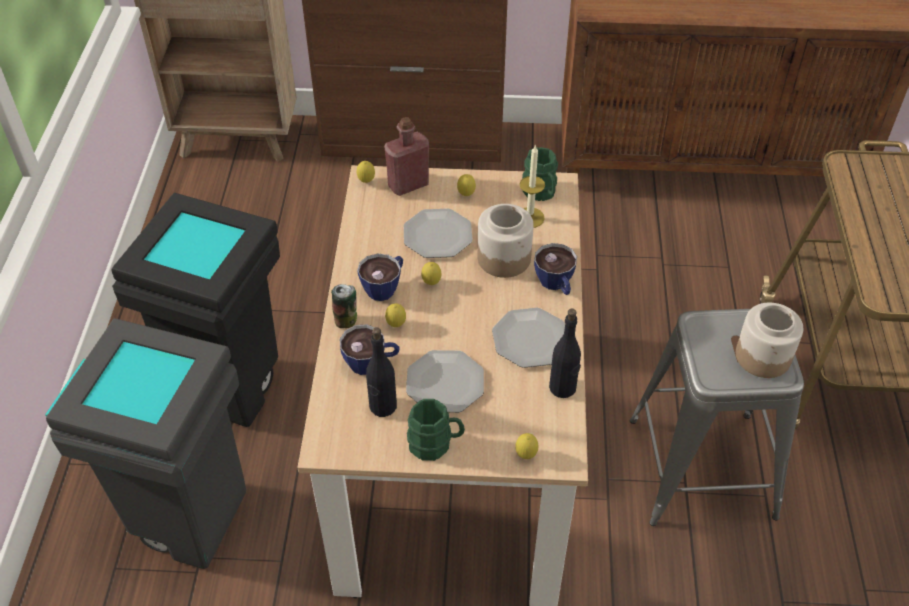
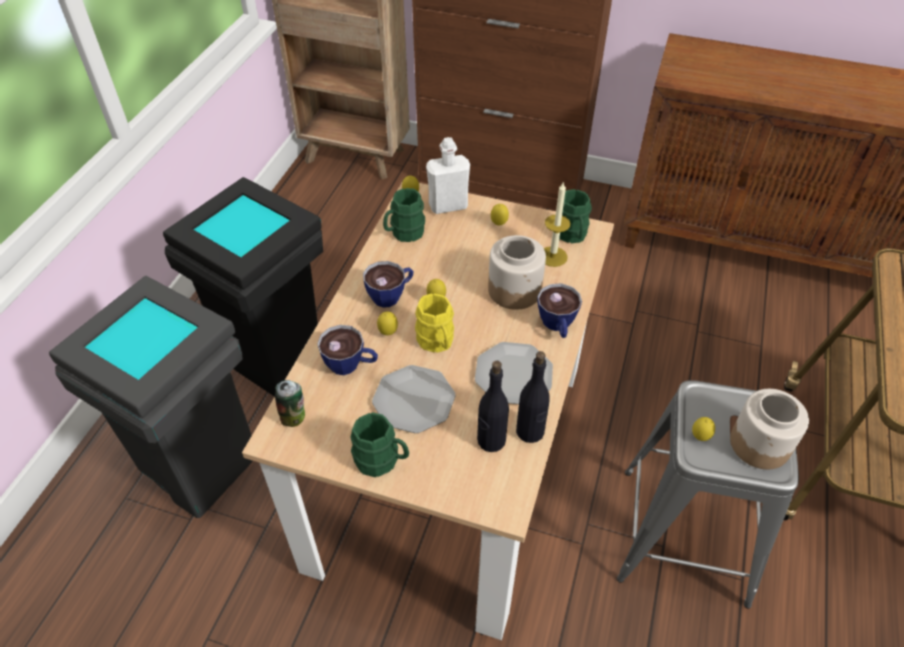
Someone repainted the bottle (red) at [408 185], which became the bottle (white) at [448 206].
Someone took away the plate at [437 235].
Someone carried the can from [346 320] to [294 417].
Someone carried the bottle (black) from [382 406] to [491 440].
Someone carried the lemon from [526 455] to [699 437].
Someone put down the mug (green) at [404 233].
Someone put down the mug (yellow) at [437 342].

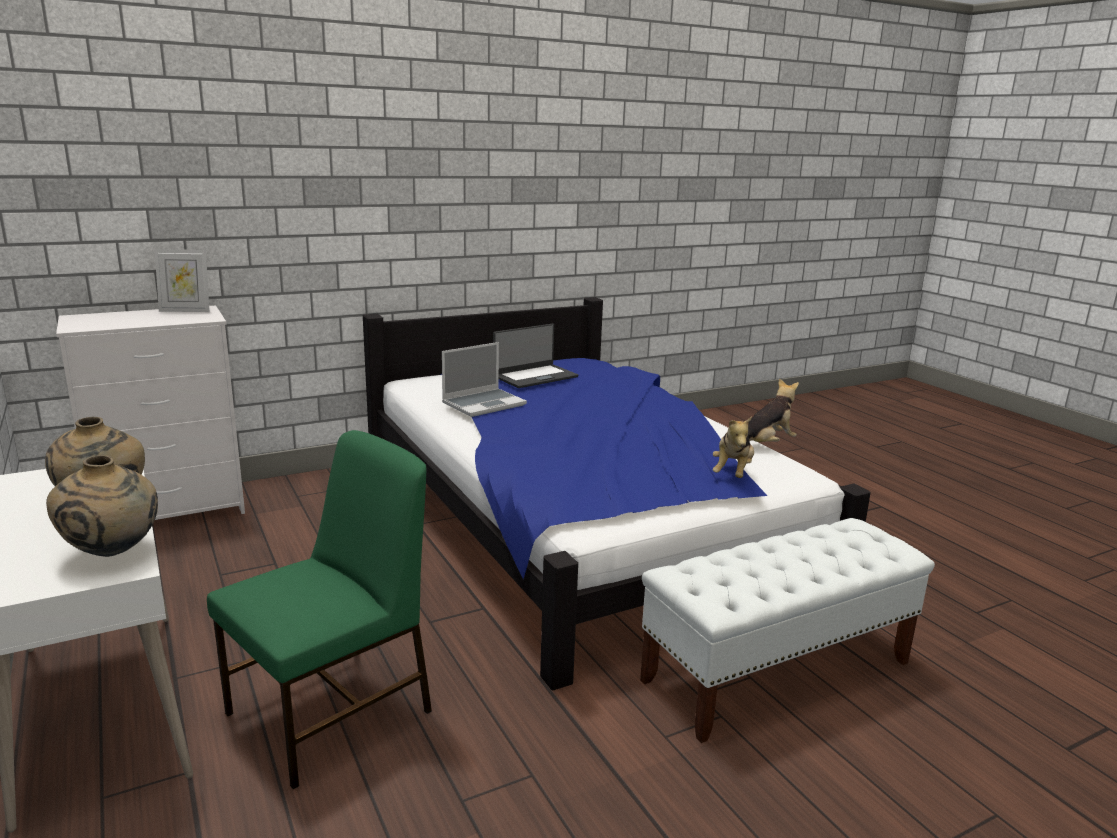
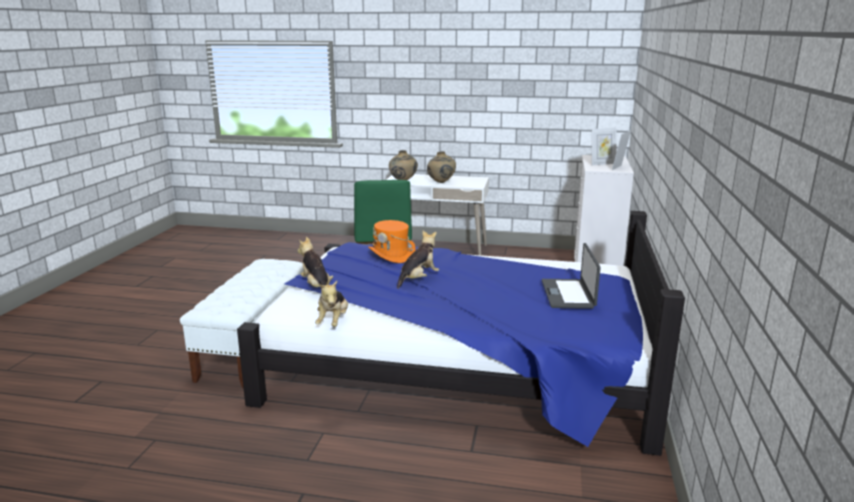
Someone took away the laptop at [484 404].
Someone put down the picture frame at [602 163].
Someone put down the hat (orange) at [392 254].
Someone put down the plush toy at [418 279].

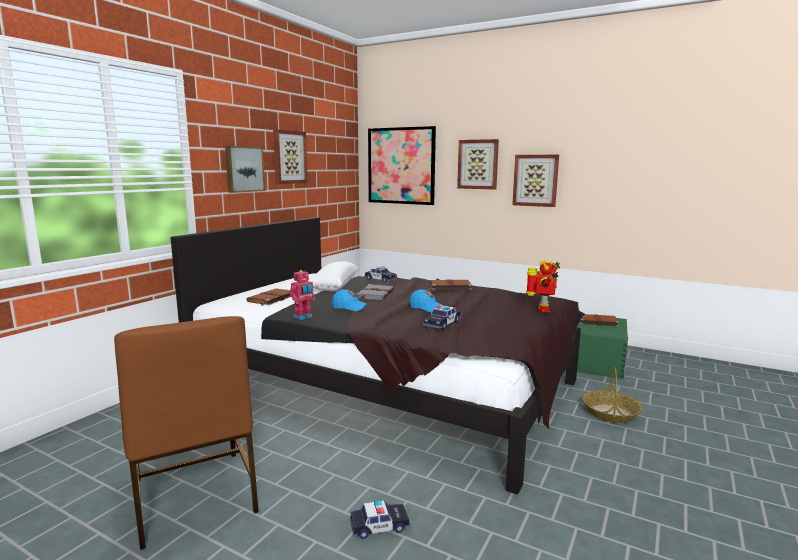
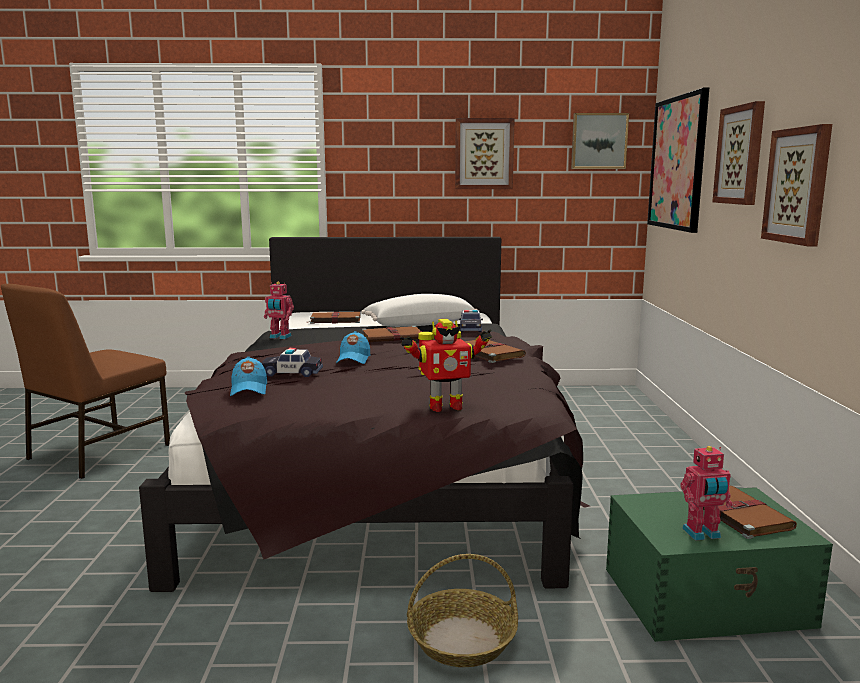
Someone carried the picture from [244 169] to [598 141].
Someone repainted the book (grey) at [375 294], which became the book (brown) at [394 337].
Someone carried the cap (blue) from [349 308] to [249 390].
Someone took away the toy car at [379 526].
Someone put down the toy robot at [702 534].

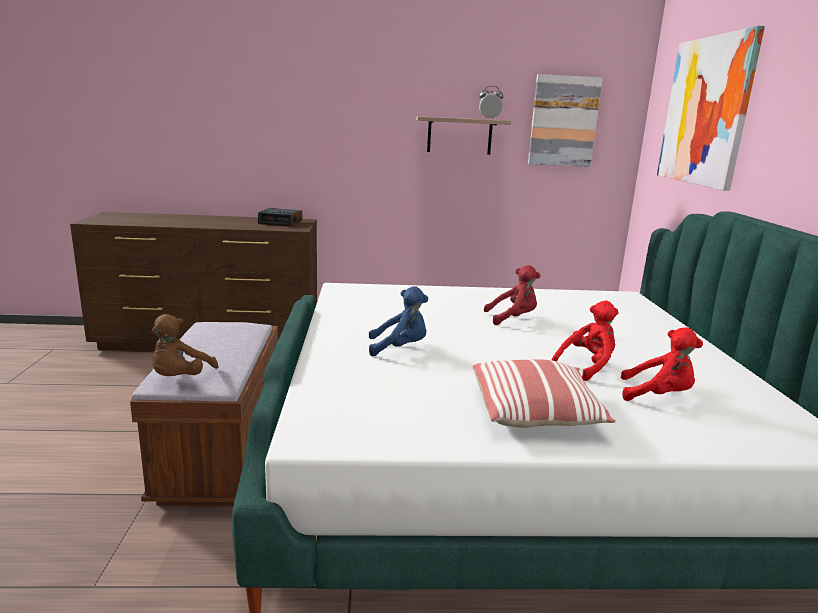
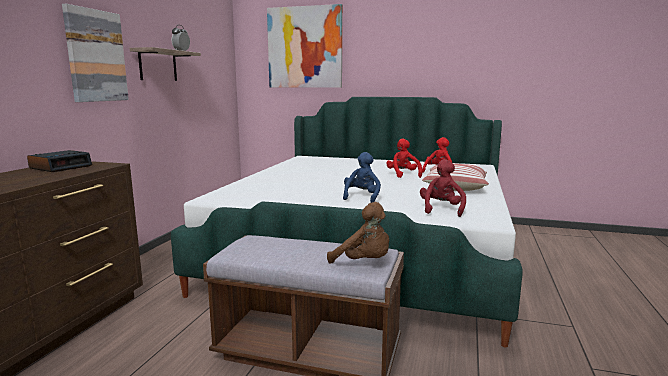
Someone carried the picture from [563 121] to [96 56].
Someone carried the plush toy (red) from [513 318] to [441 209].

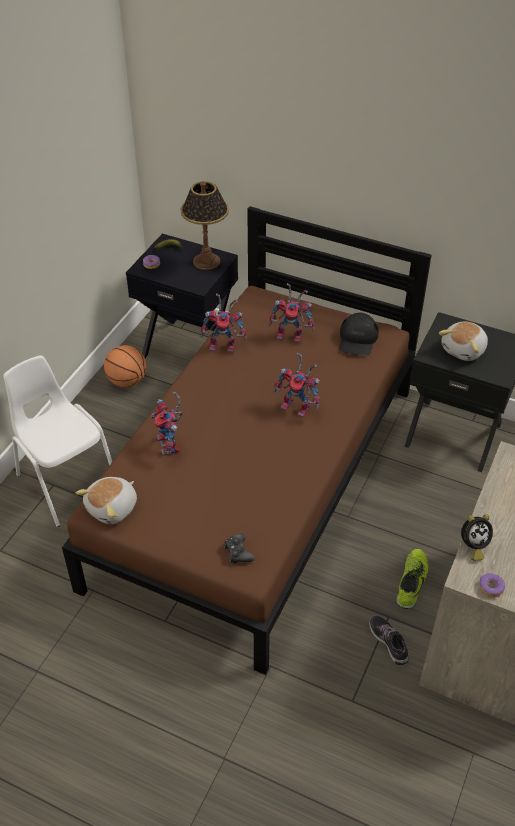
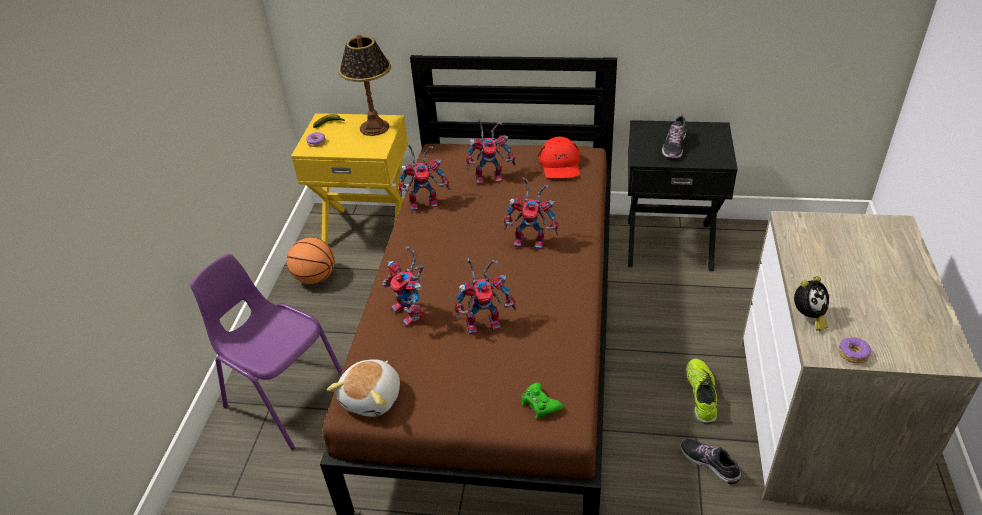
Someone repainted the nightstand (black) at [189 347], which became the nightstand (yellow) at [368 230].
Someone repainted the cap (black) at [357 339], which became the cap (red) at [560 164].
Someone swapped the plush toy at [464 350] for the shoe at [674 146].
Someone repainted the chair (white) at [67 482], which became the chair (purple) at [286 397].
Someone repainted the game controller (black) at [238 552], which became the game controller (green) at [540 404].
Someone put down the toy robot at [485 322].

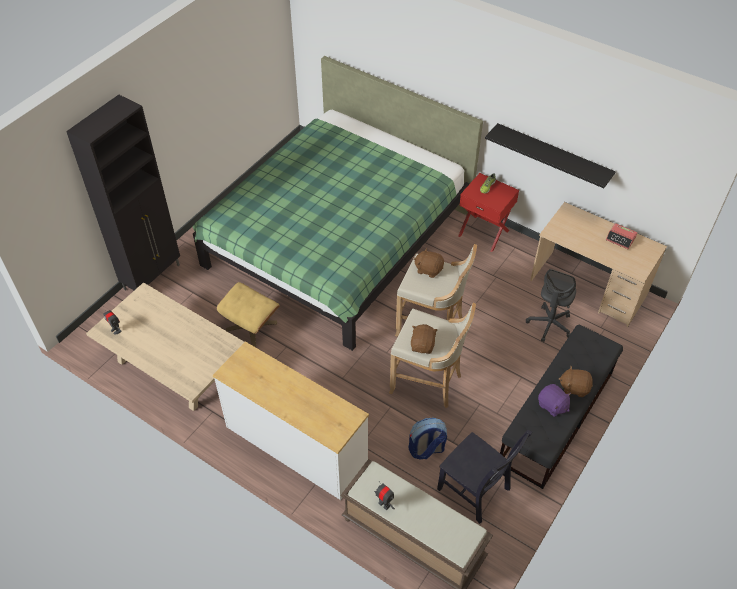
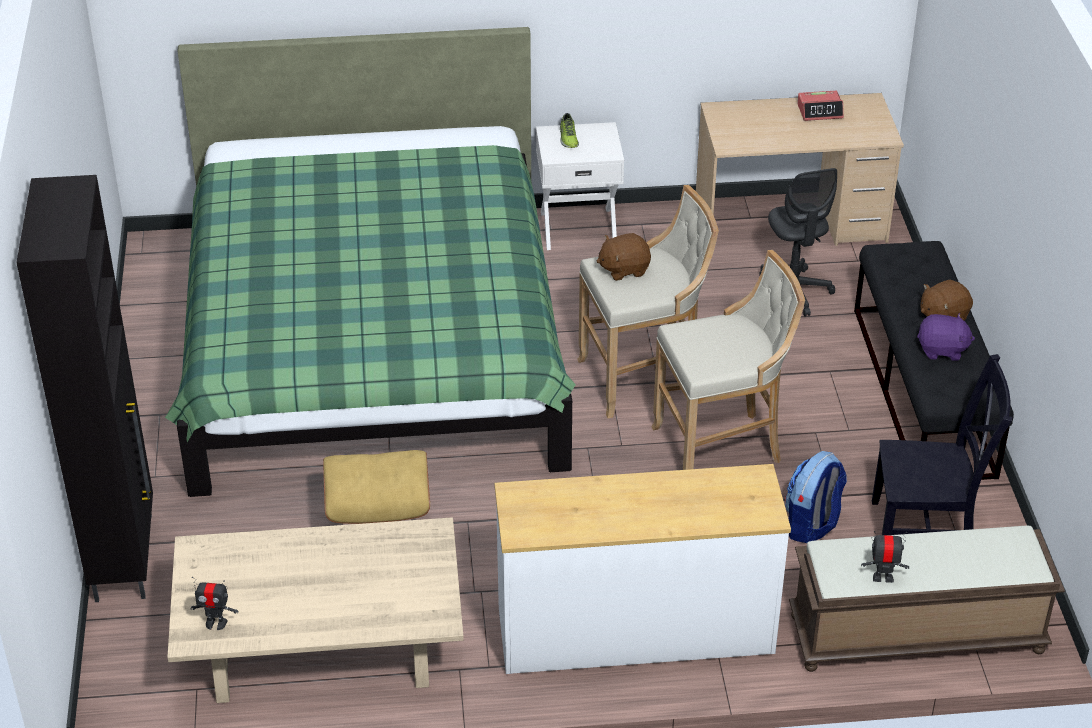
Someone took away the shelf (black) at [552 155].
Someone repainted the nightstand (red) at [484 232], which became the nightstand (white) at [578 227].
Someone took away the plush toy (brown) at [423 345].

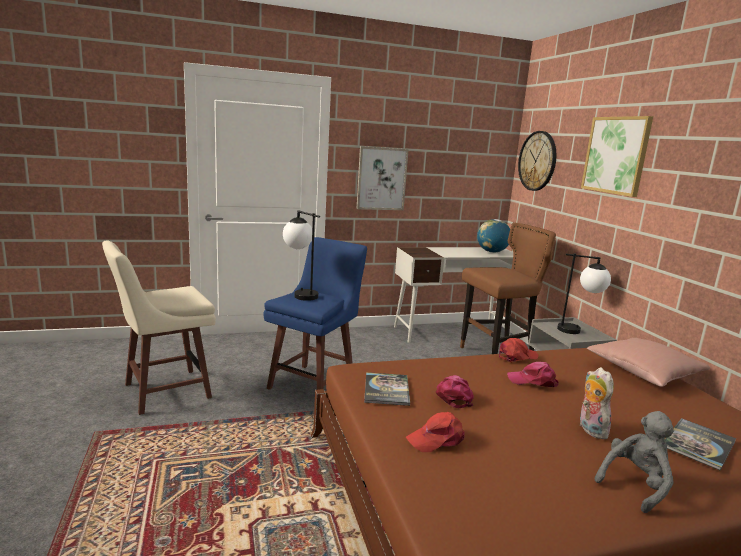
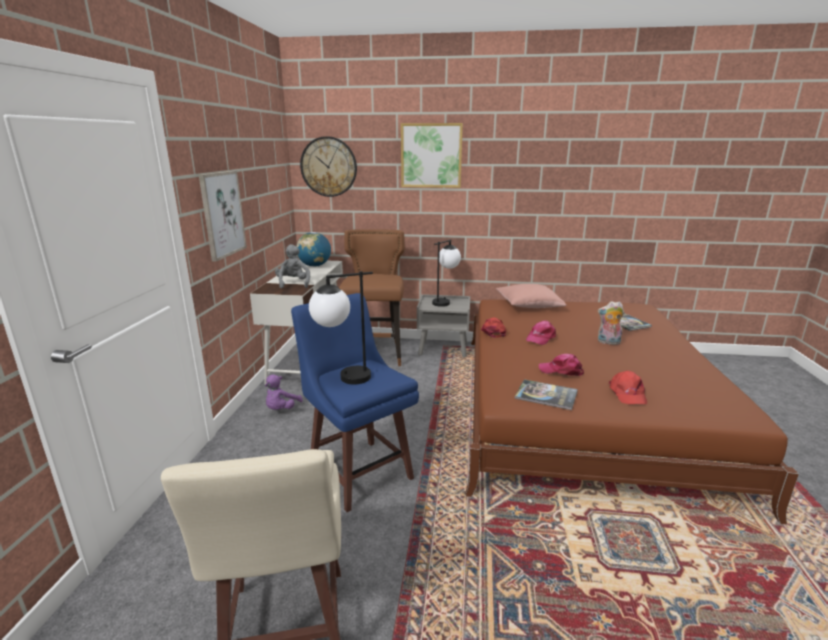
Someone carried the plush toy (grey) from [635 485] to [293 284].
Someone put down the plush toy (purple) at [281 409].

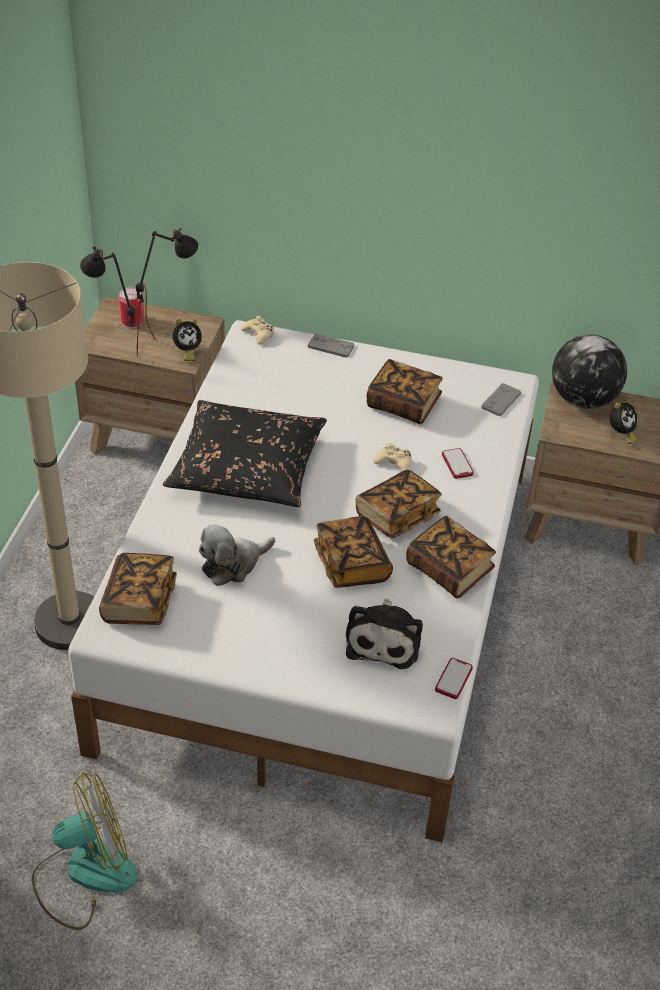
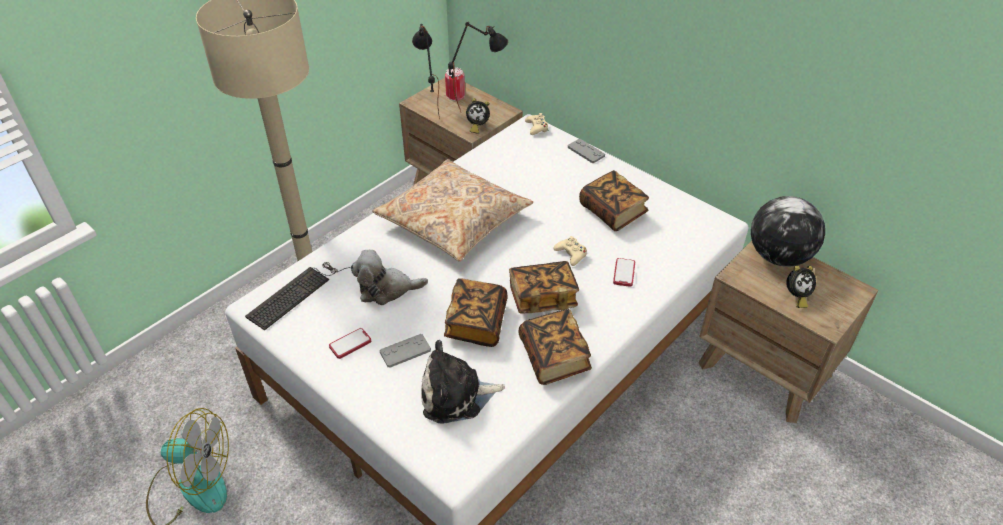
Someone carried the game controller (grey) from [501 400] to [405 351].
Someone repainted the pillow (black) at [247 467], which became the pillow (beige) at [453 220].
Someone swapped the book at [139 602] for the keyboard at [298 292].
Someone rotated the plush toy at [384 639] by 45 degrees clockwise.
Someone carried the phone from [453 679] to [350 344].

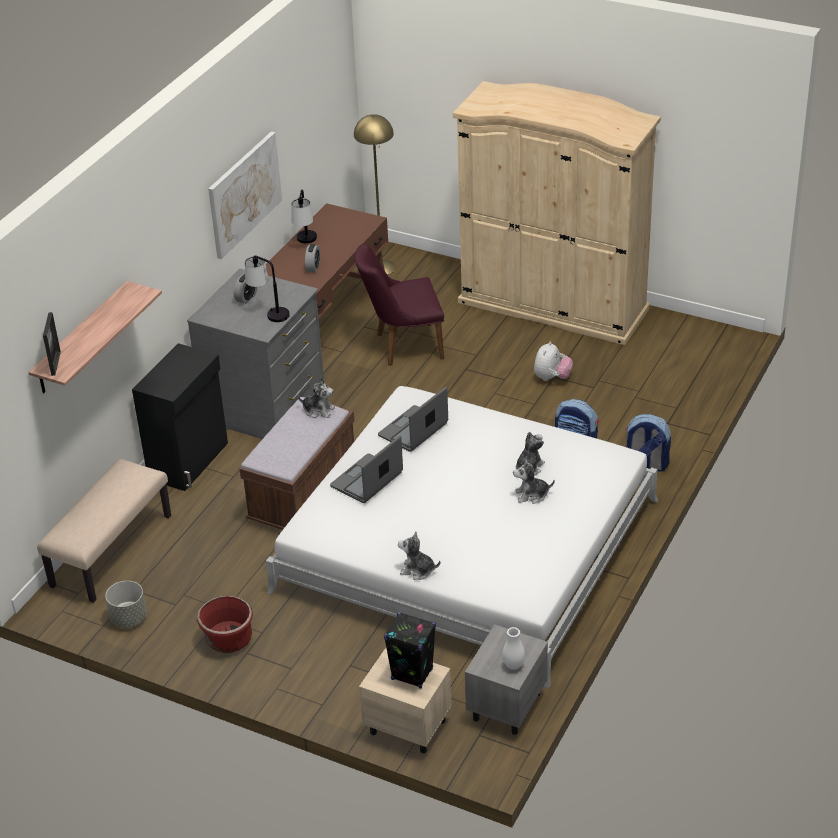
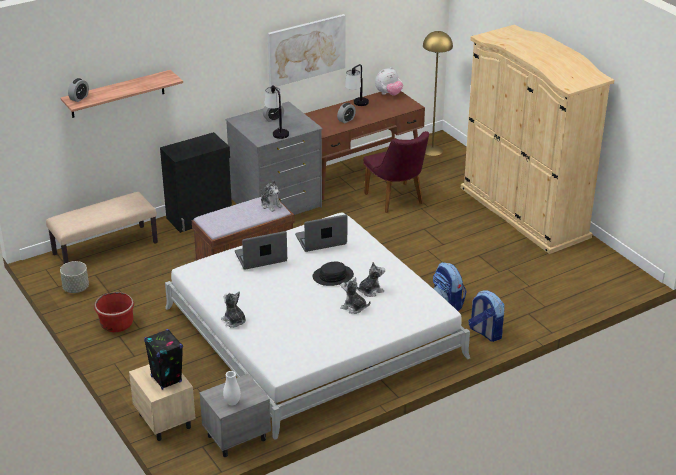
Someone rotated the chair (purple) at [402 346] by 135 degrees counterclockwise.
Someone swapped the picture frame at [56 363] for the alarm clock at [79 98].
Someone carried the plush toy from [552 378] to [388 94].
Someone put down the hat (black) at [333 276].

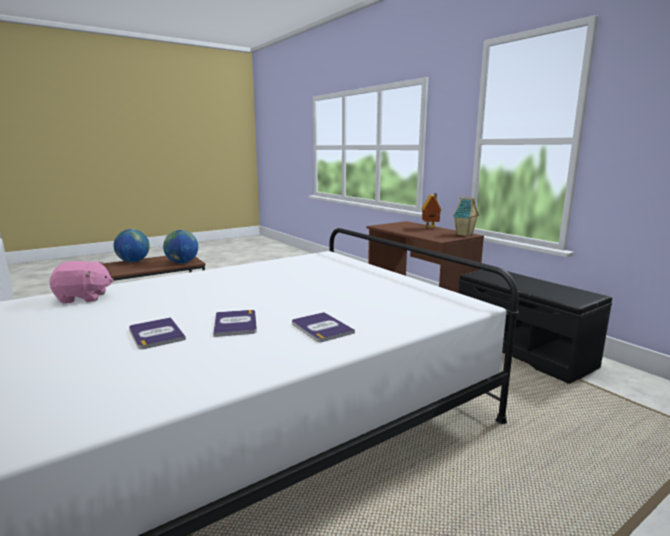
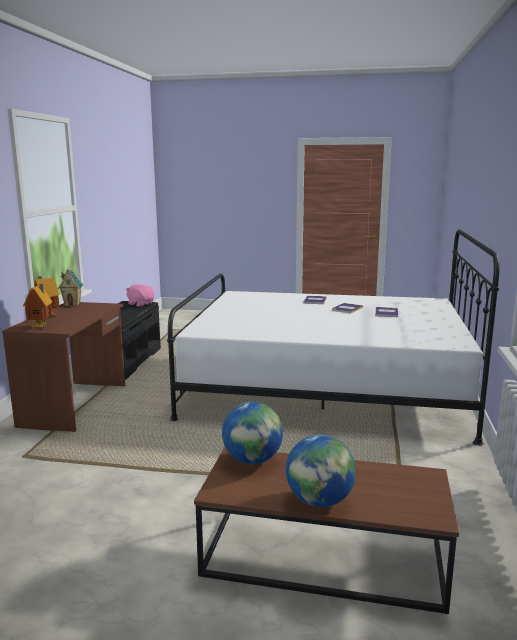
Someone carried the plush toy (pink) from [83 298] to [140 304].
Someone put down the toy house at [41 326].

